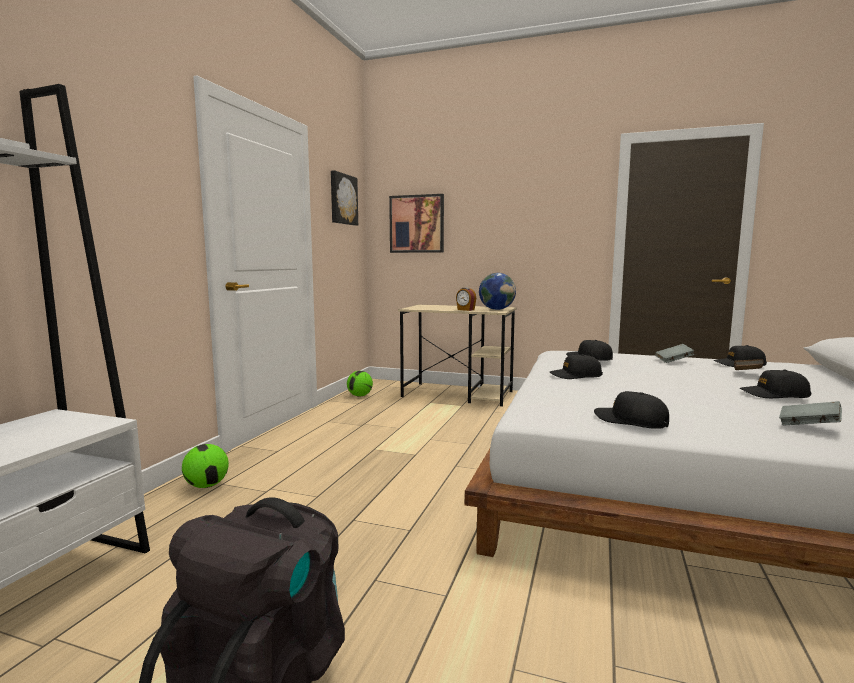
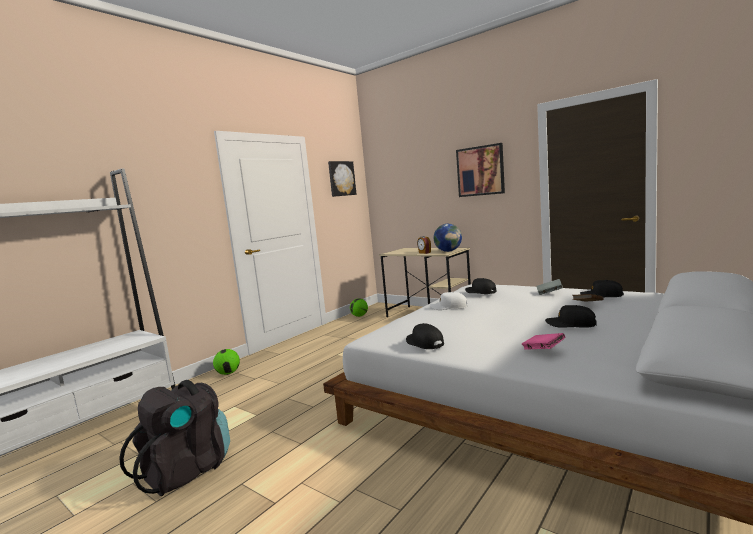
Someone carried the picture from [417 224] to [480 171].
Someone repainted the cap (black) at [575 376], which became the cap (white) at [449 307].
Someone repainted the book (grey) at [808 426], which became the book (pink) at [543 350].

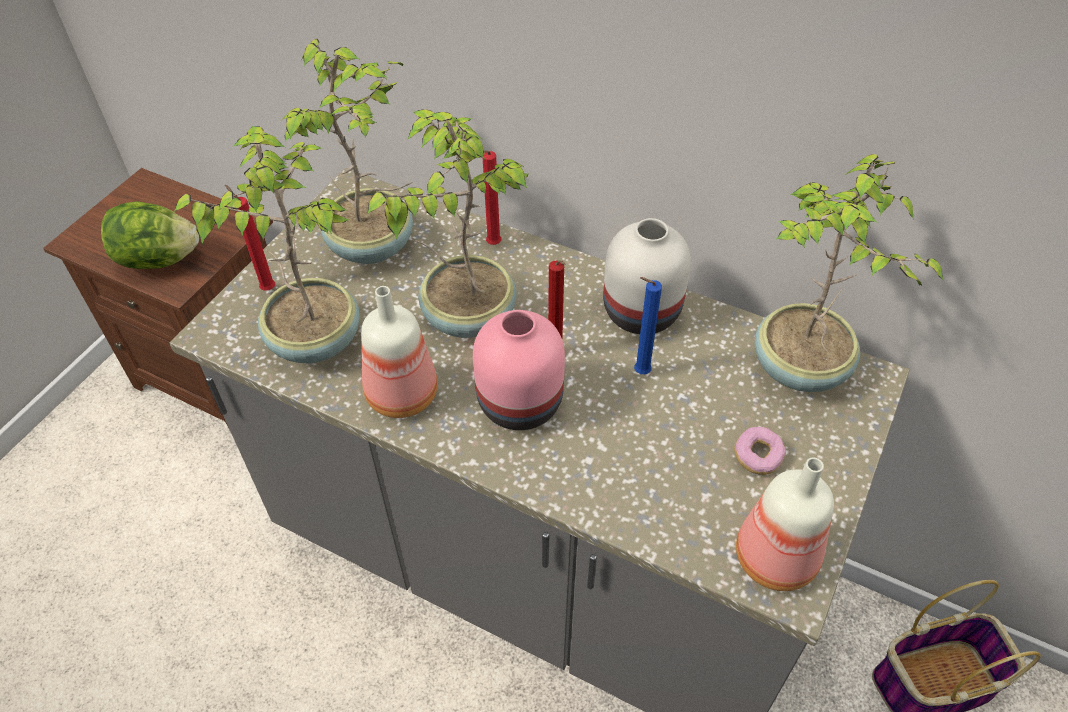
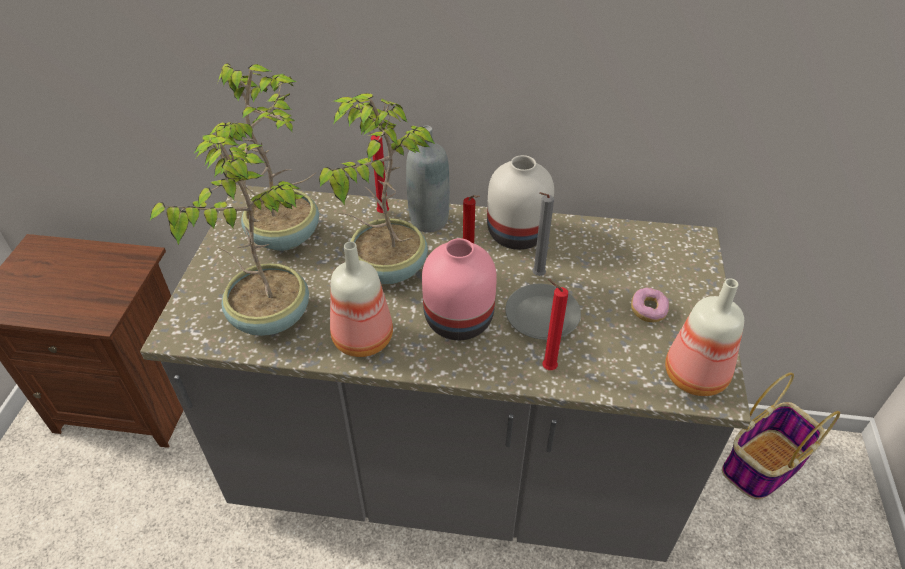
Someone took away the potted plant at [798 369].
Someone carried the candle (red) from [266 288] to [546 367].
Someone took away the lettuce at [159 260].
Someone repainted the candle (blue) at [639 372], which became the candle (grey) at [536 276].
Someone put down the bottle (grey) at [429 221].
Someone put down the plate (grey) at [542 317].

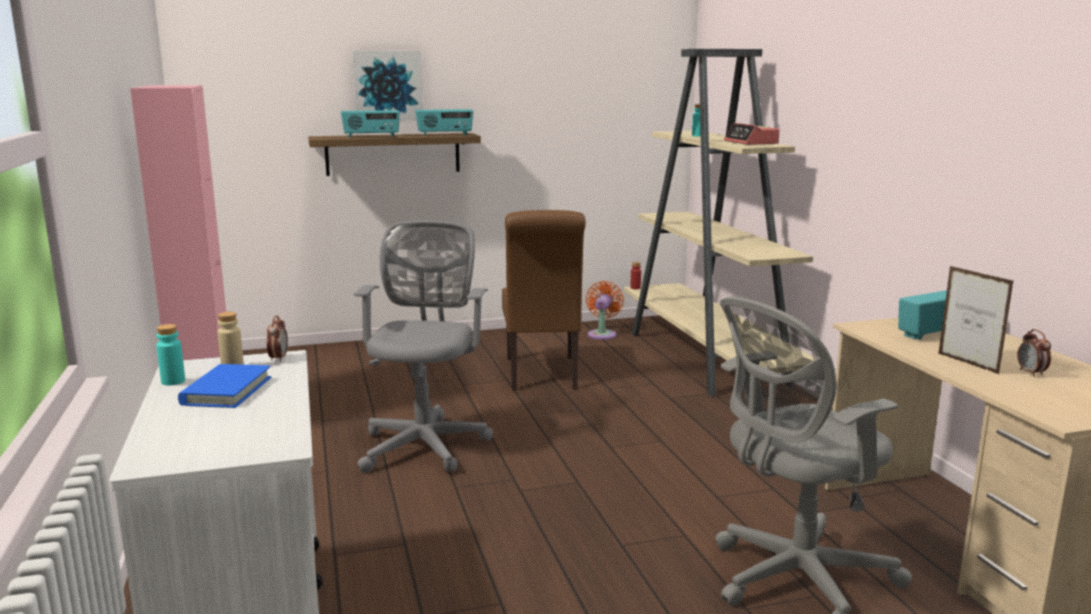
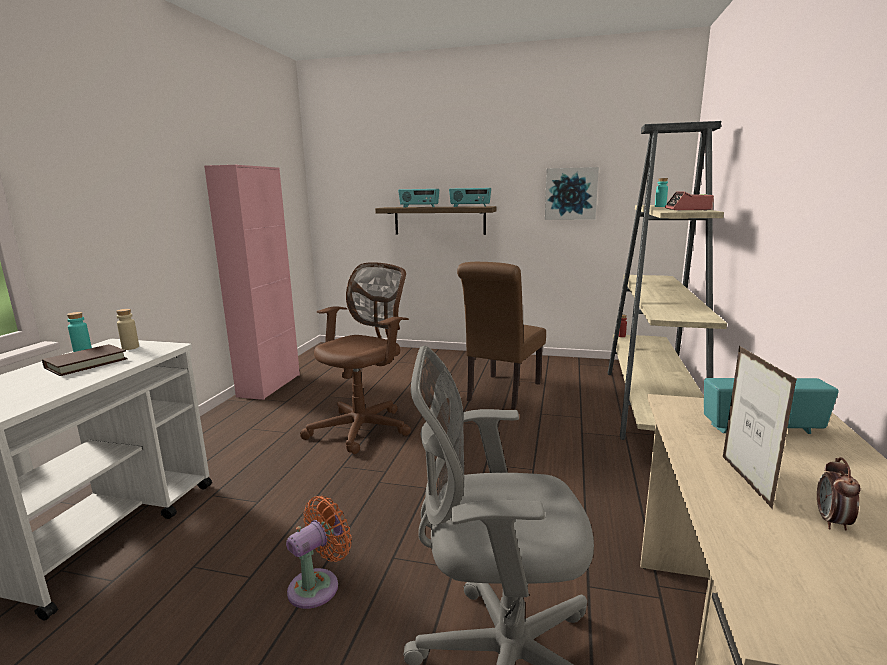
Someone carried the picture from [388 85] to [571 194].
Someone repainted the office chair (grey) at [425 444], which became the office chair (brown) at [363 428].
Someone carried the fan (orange) from [602 334] to [318 585].
Someone took away the alarm clock at [278 358].
Someone repainted the book (blue) at [227 391], which became the book (brown) at [86 363].

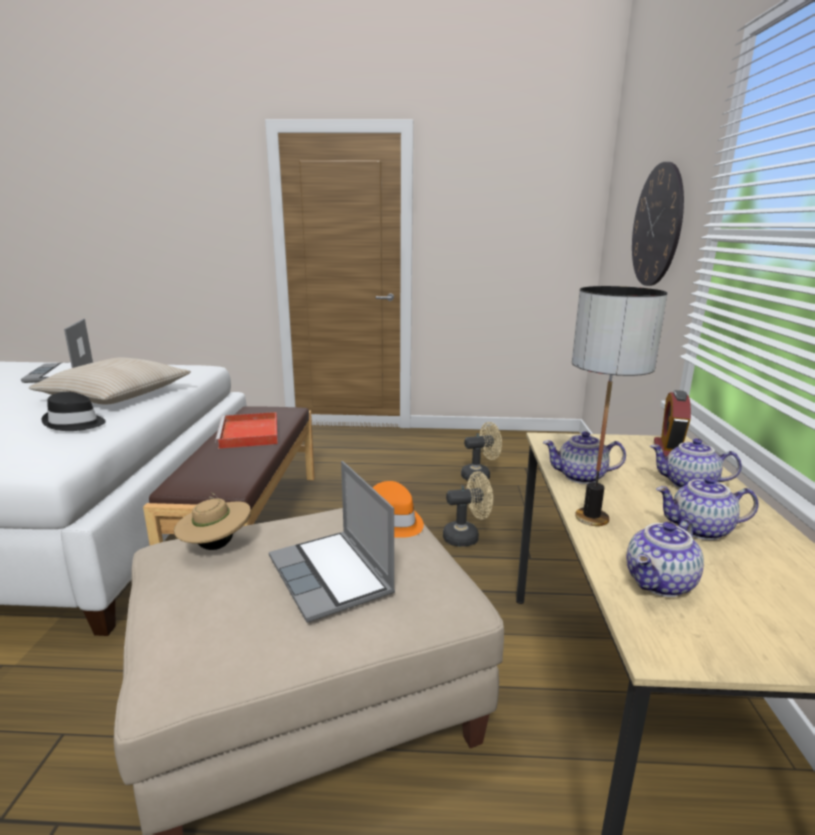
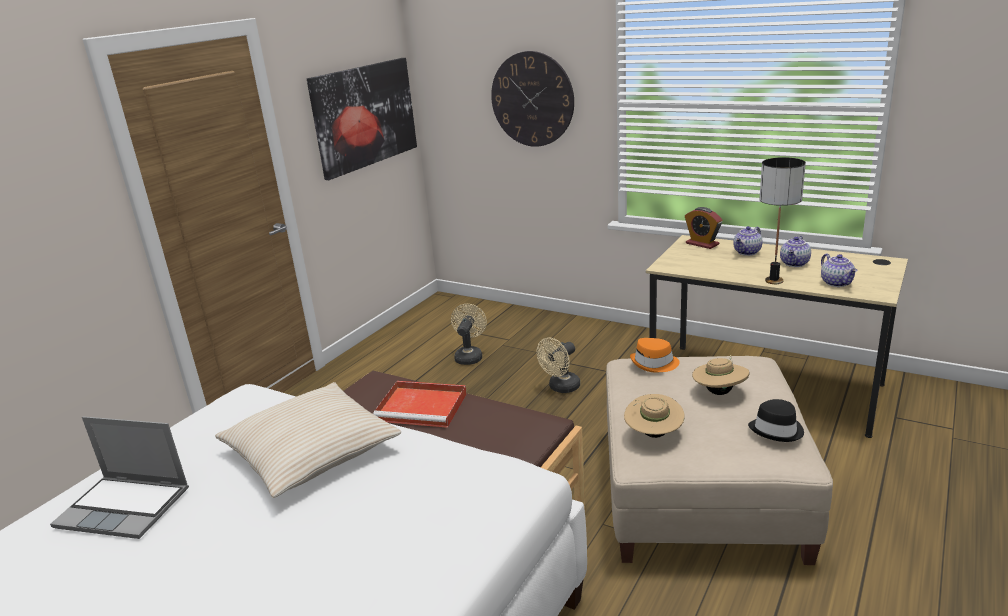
Someone carried the hat (black) from [75 423] to [777 430].
Someone took away the teapot at [580 477].
Someone swapped the laptop at [332 576] for the hat (beige) at [719 392].
Someone rotated the fan (beige) at [466 537] by 150 degrees counterclockwise.
Someone put up the picture at [364 116].

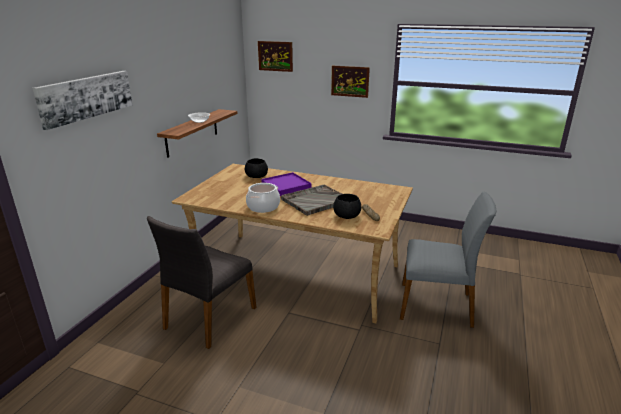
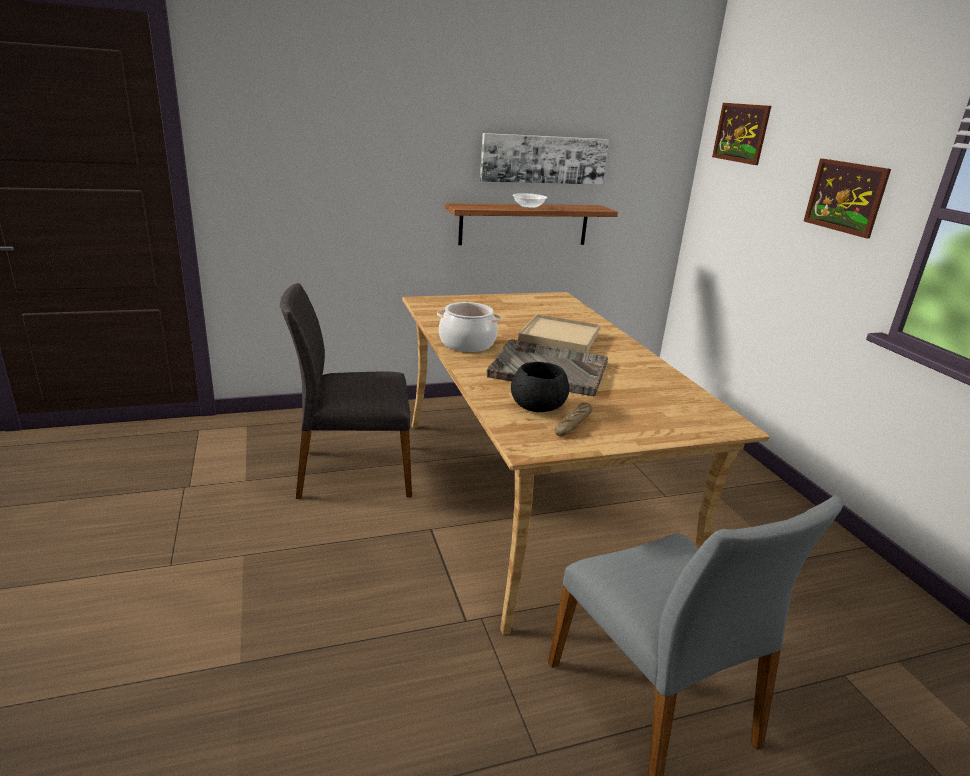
Someone carried the picture from [86 97] to [543 159].
Someone took away the bowl (black) at [256 176].
Someone repainted the tray (purple) at [286 186], which became the tray (beige) at [559 338].

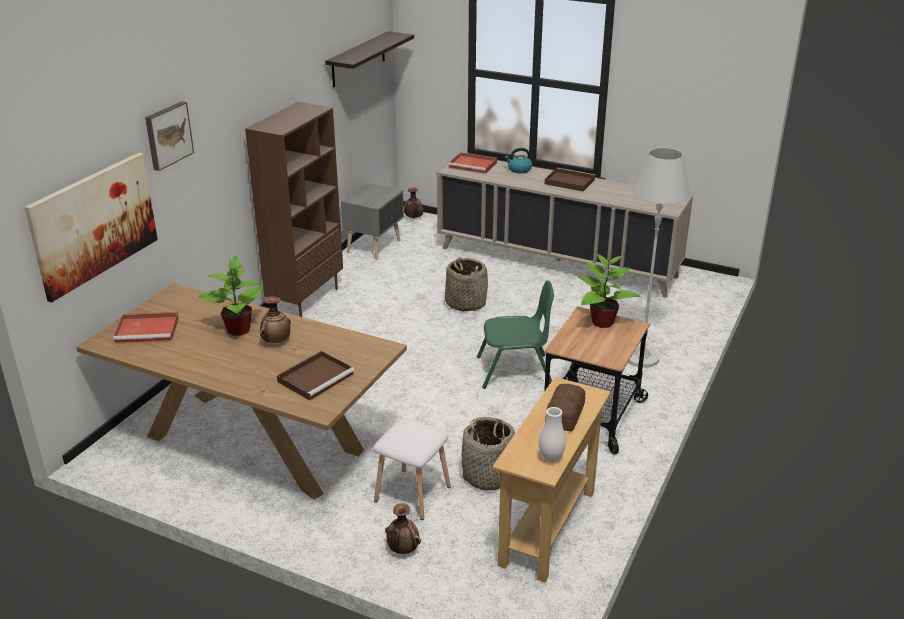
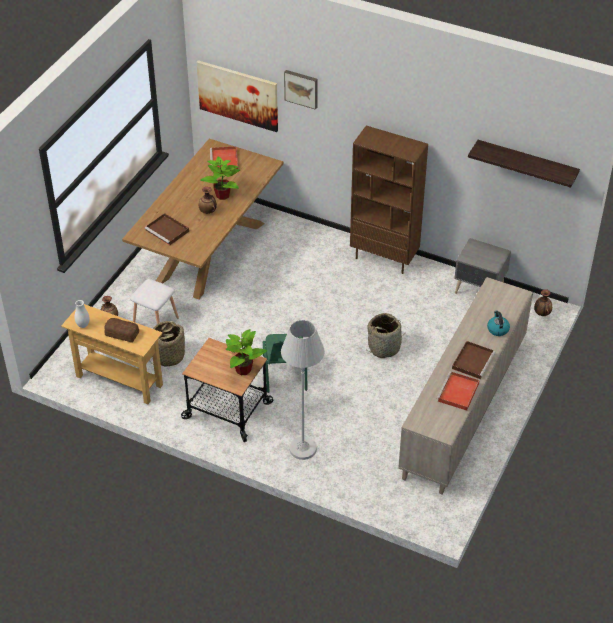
Someone carried the tray (red) from [473 165] to [458 393].

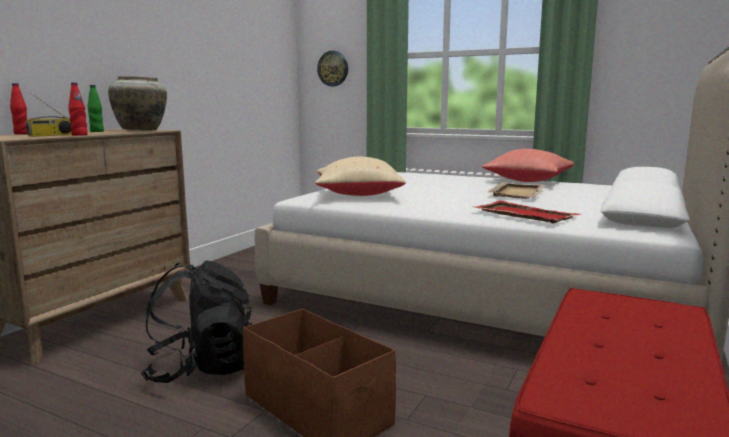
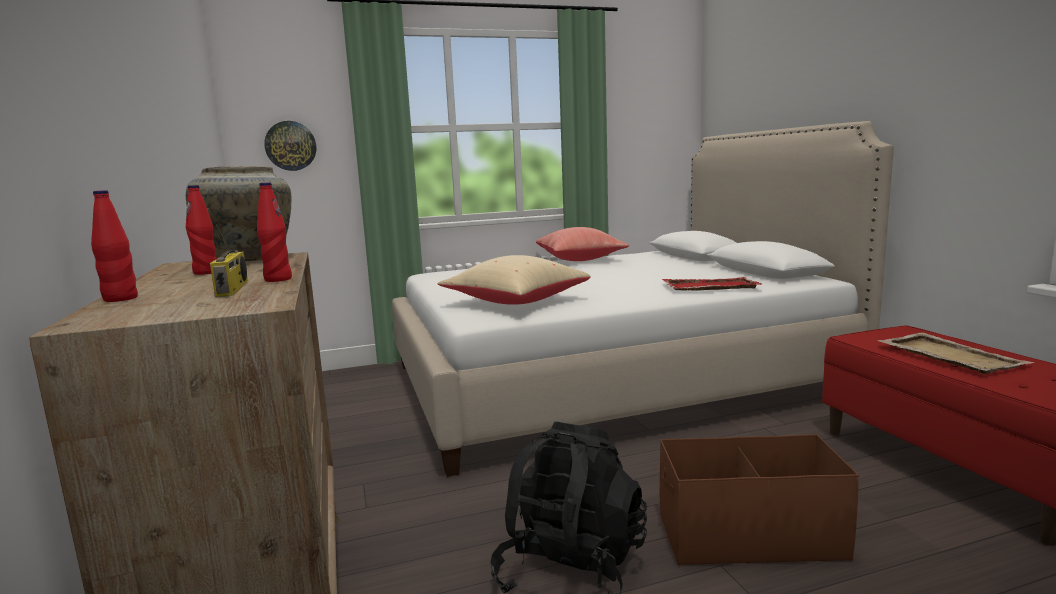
Someone repainted the bottle (green) at [97 131], which became the bottle (red) at [206 272].
Someone carried the tray (beige) from [517 192] to [948 356].

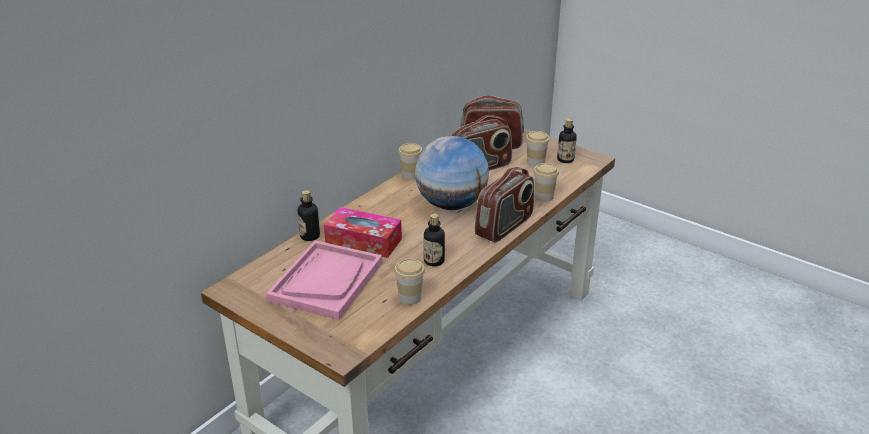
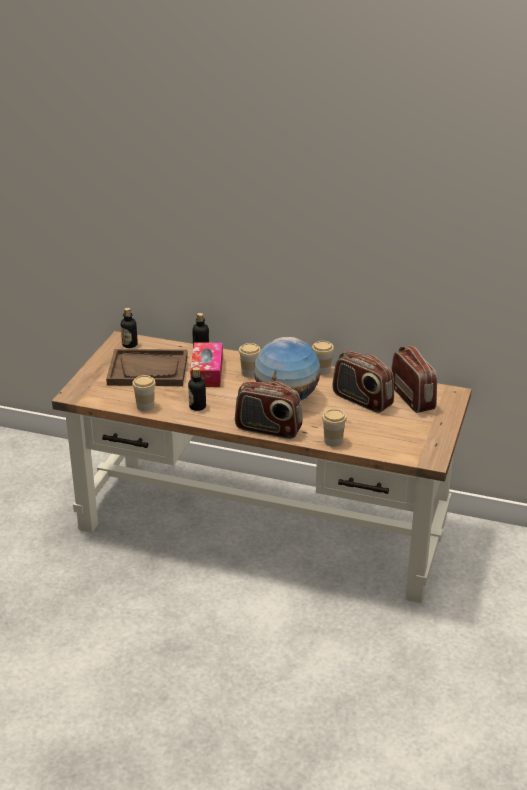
Someone carried the bottle from [565 160] to [129 344].
Someone carried the cup from [535 162] to [249 373].
Someone repainted the tray (pink) at [326 281], which became the tray (brown) at [148 370].

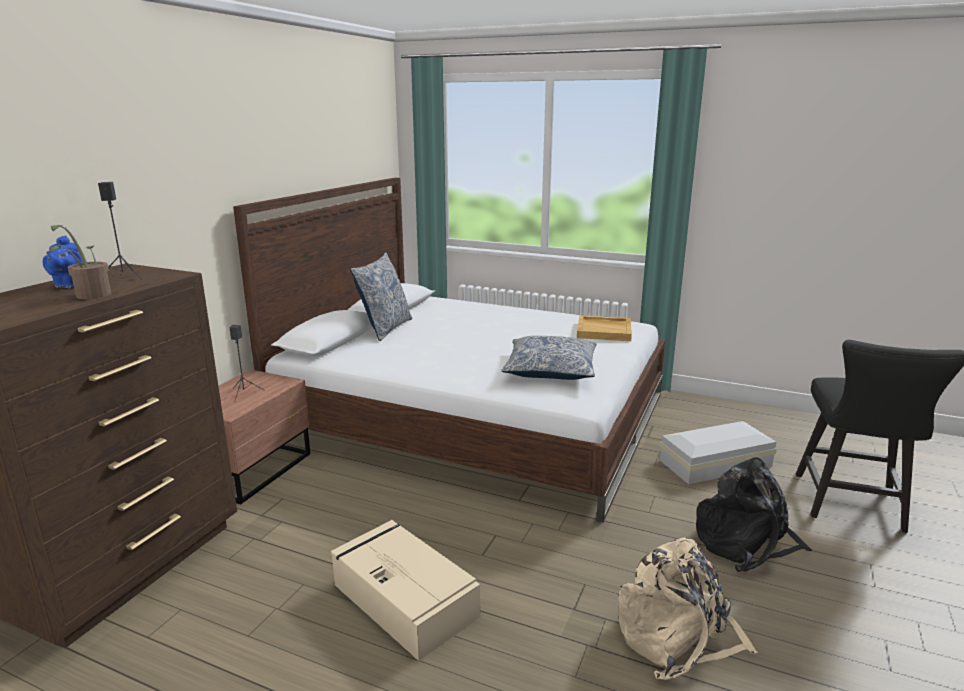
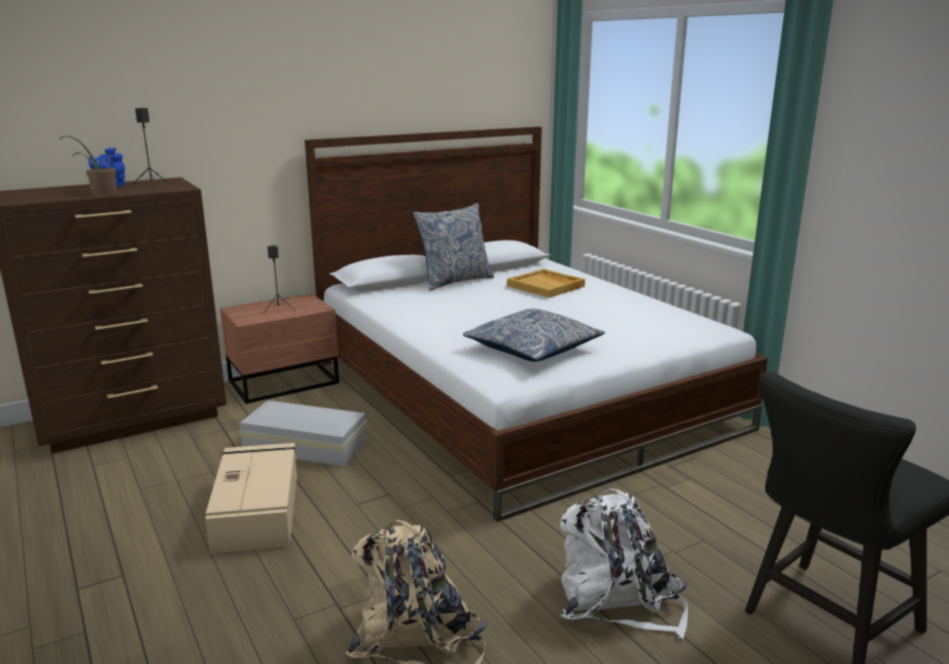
Someone carried the tray (beige) from [604 331] to [546 286].
Someone carried the storage box (white) from [717 463] to [306 446].
Someone repainted the backpack (black) at [745 543], which became the backpack (white) at [617 600].

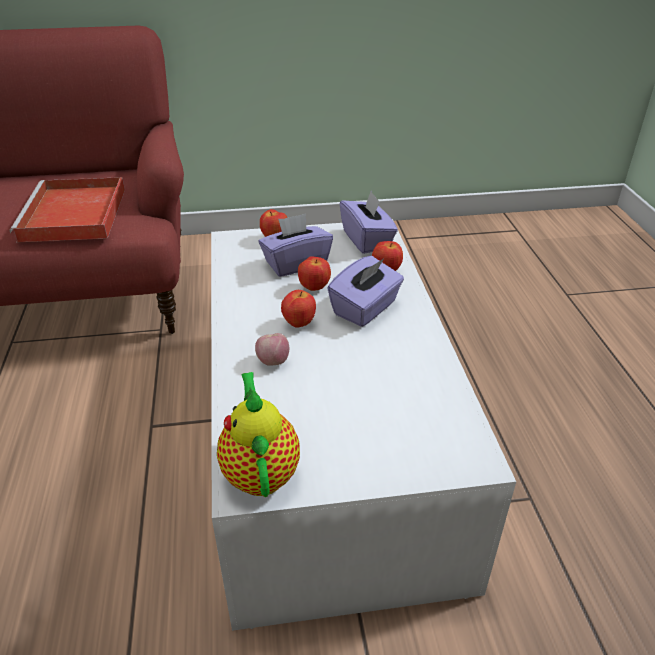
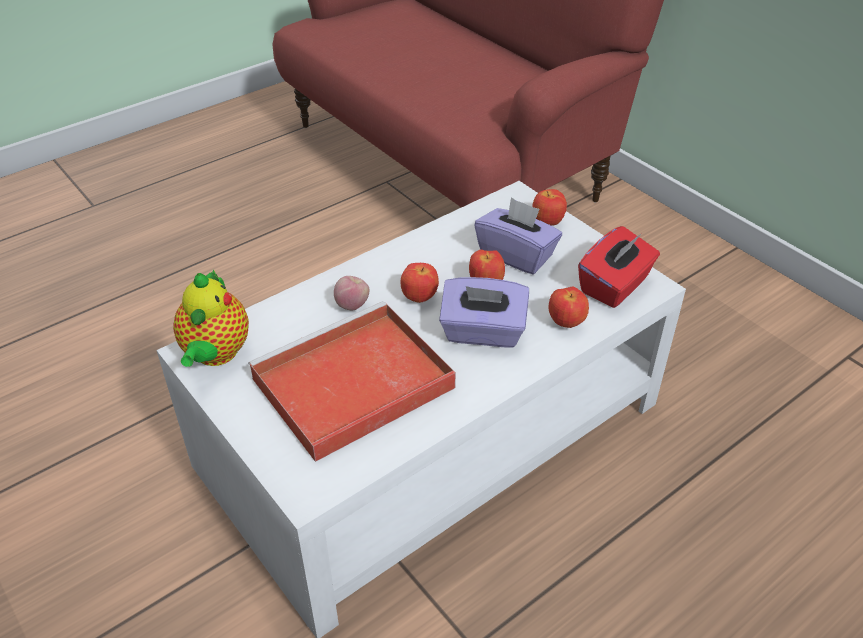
Someone carried the tray (red) from [74 215] to [350 385].
Someone repainted the tissue box (purple) at [367 240], which became the tissue box (red) at [615 286].
Someone rotated the teapot at [260 471] by 135 degrees clockwise.

